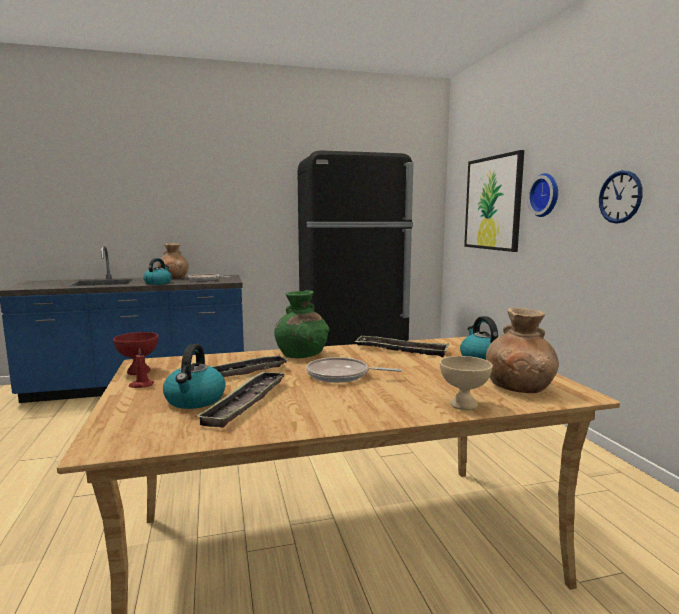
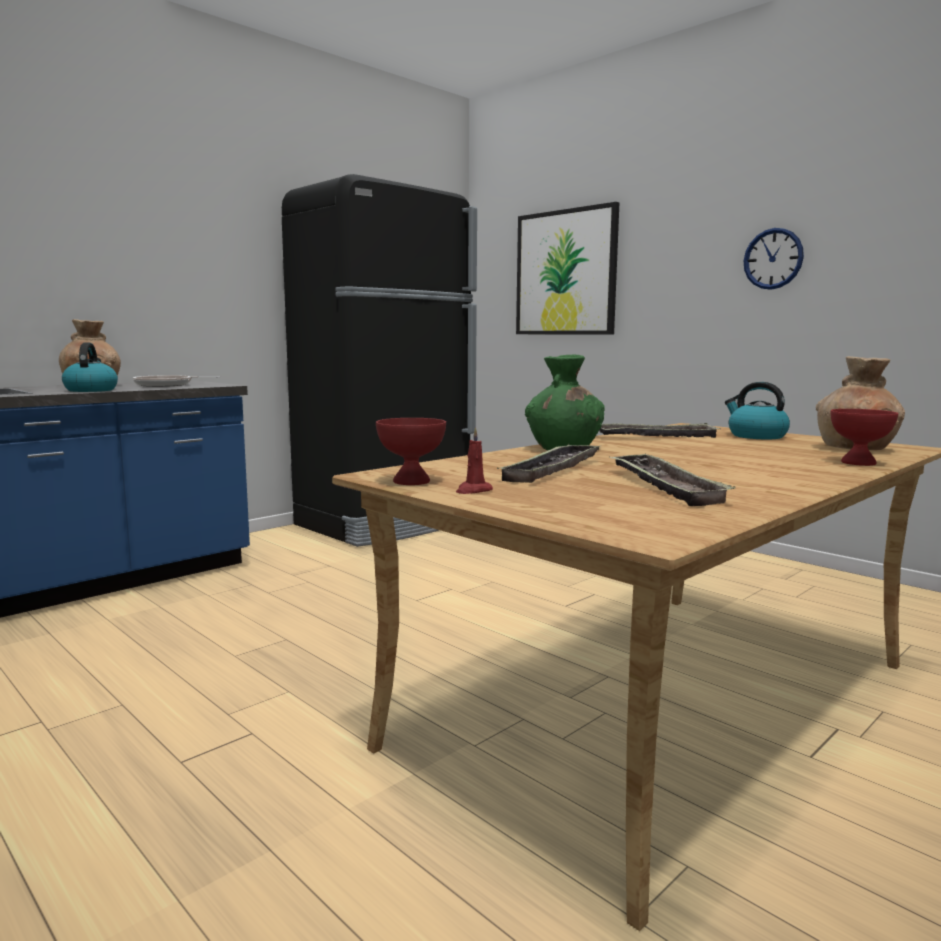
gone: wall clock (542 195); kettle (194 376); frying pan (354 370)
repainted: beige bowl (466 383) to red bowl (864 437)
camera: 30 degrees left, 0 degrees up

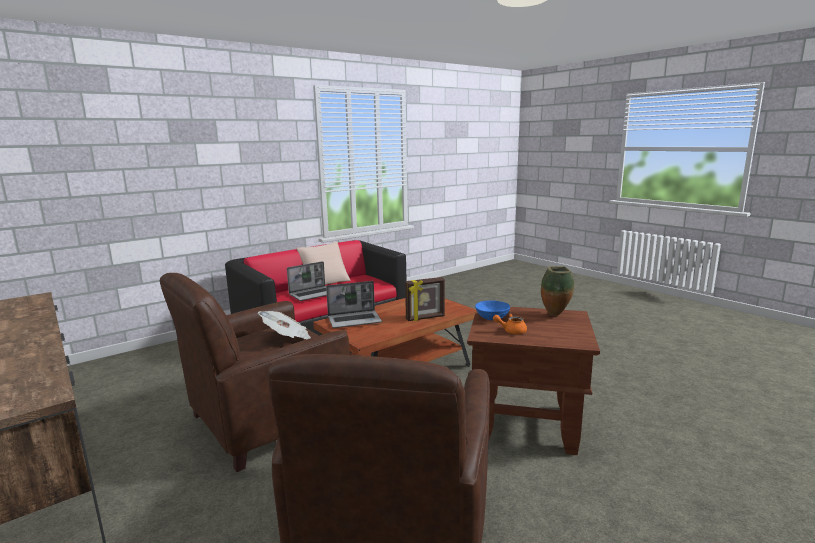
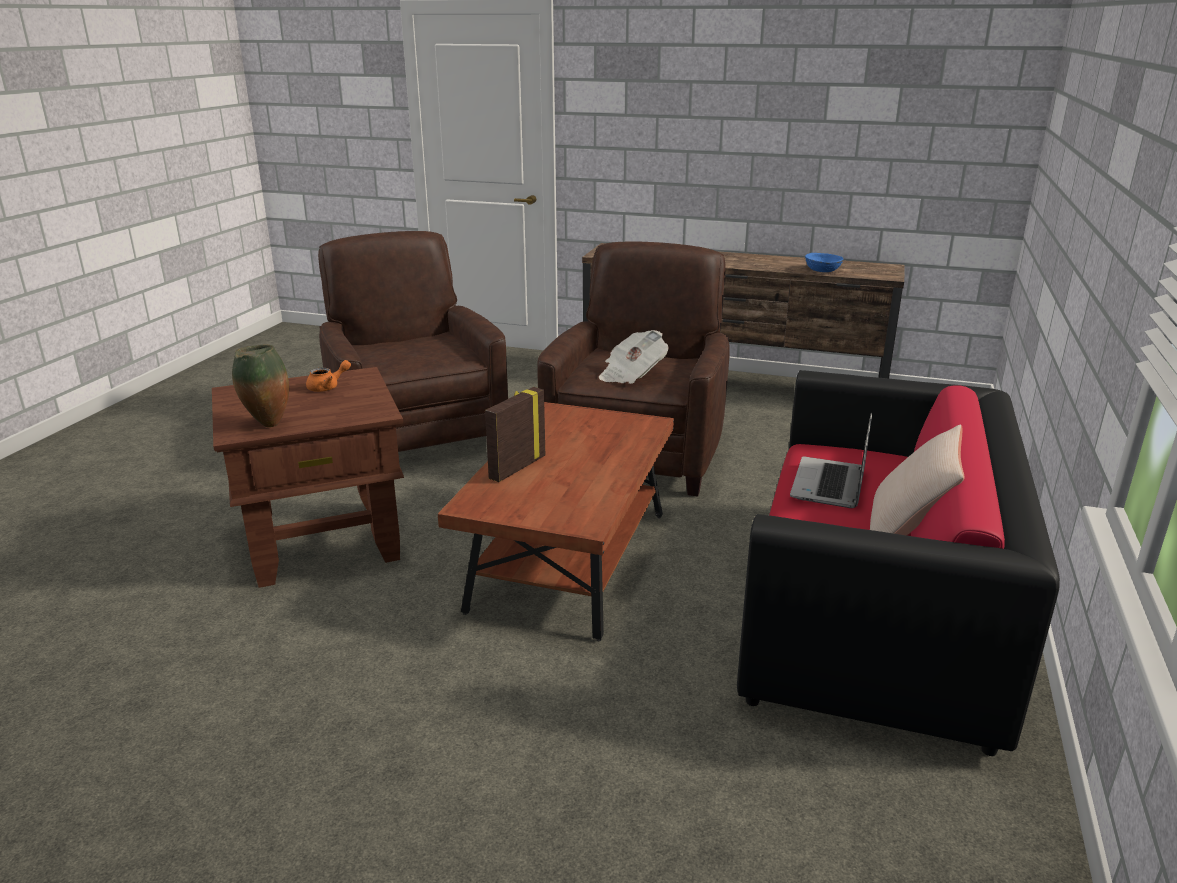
gone: laptop (354 304)
shifted: blue bowl (492 310) to (824 262)
camera: 145 degrees right, 10 degrees up

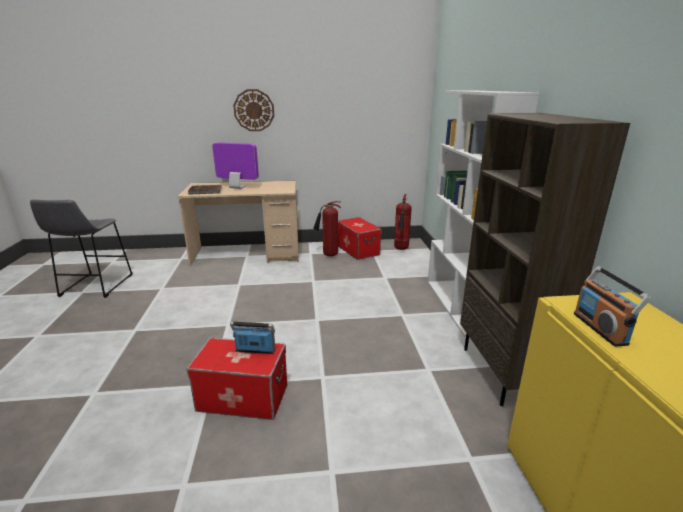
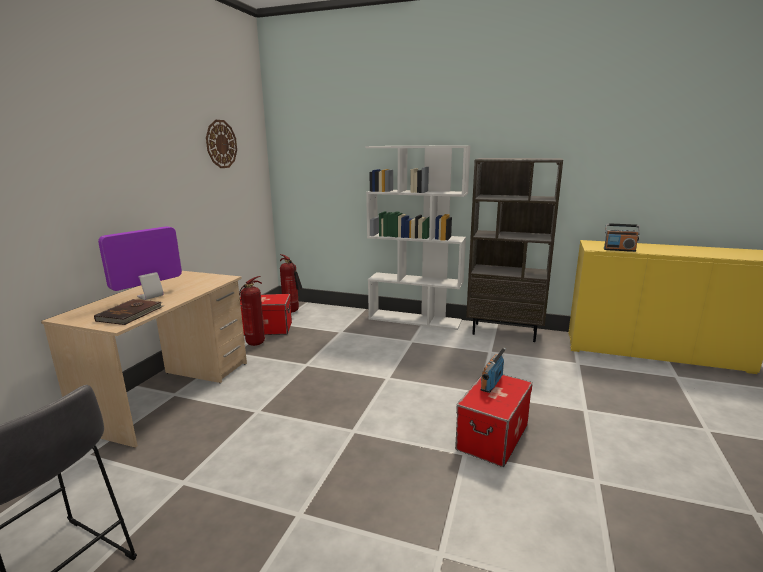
shifted: wall clock (253 110) to (221 144)
camera: 65 degrees left, 5 degrees down

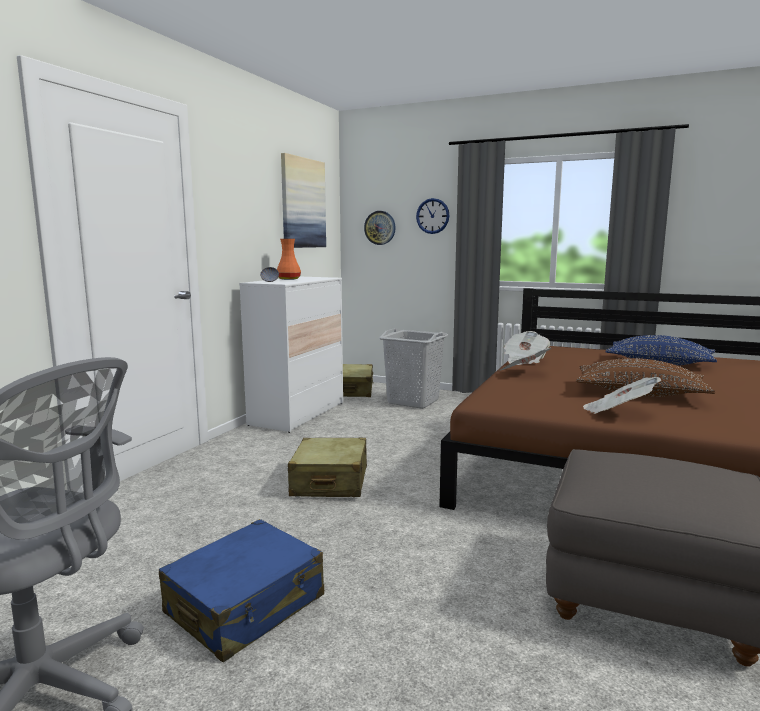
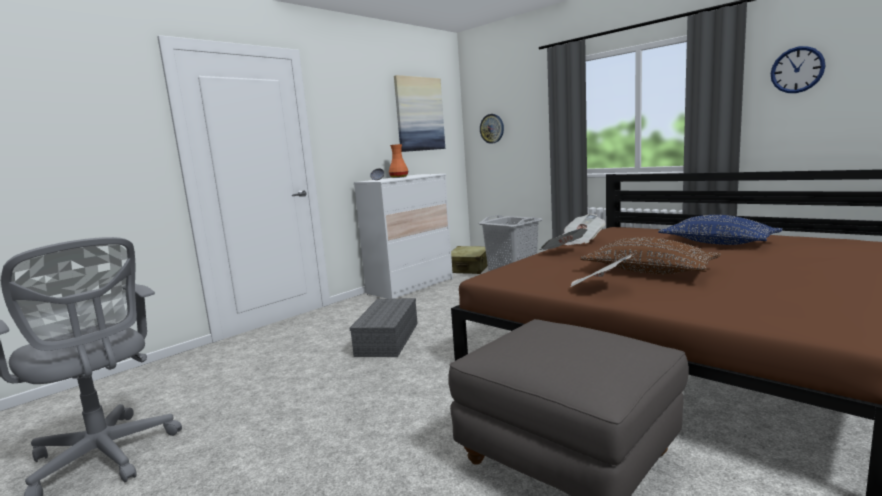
gone: blue suitcase (241 590)
shifted: wall clock (433 216) to (798 69)
swapped: beige suitcase (327 467) to grey storage box (383 327)
camera: 20 degrees right, 0 degrees up

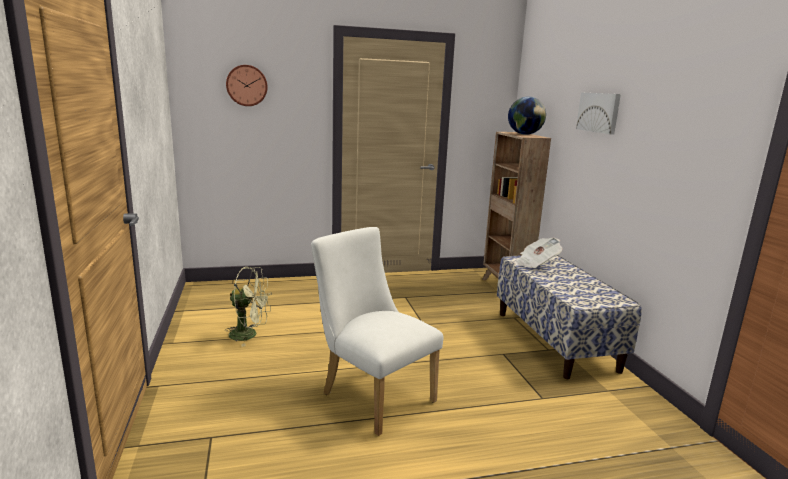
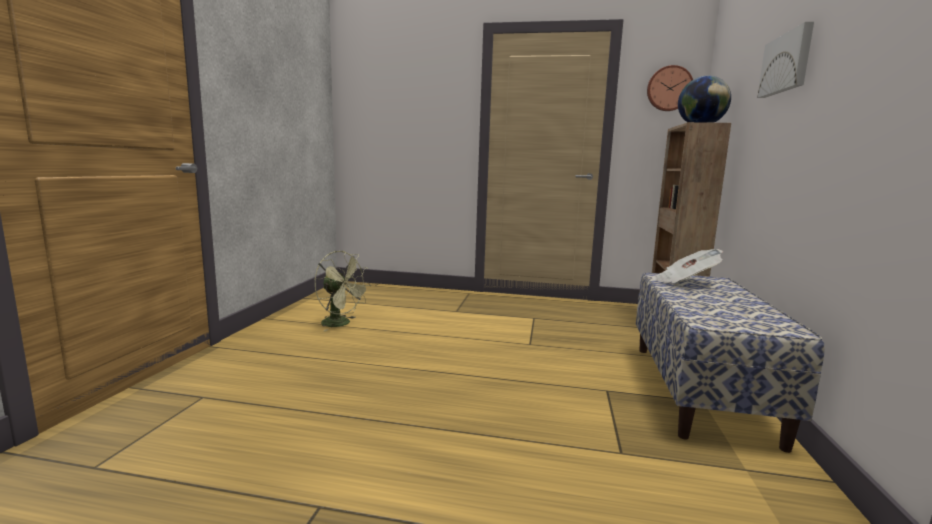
gone: white chair (377 331)
shifted: wall clock (246 85) to (670 88)
camera: 25 degrees right, 5 degrees down

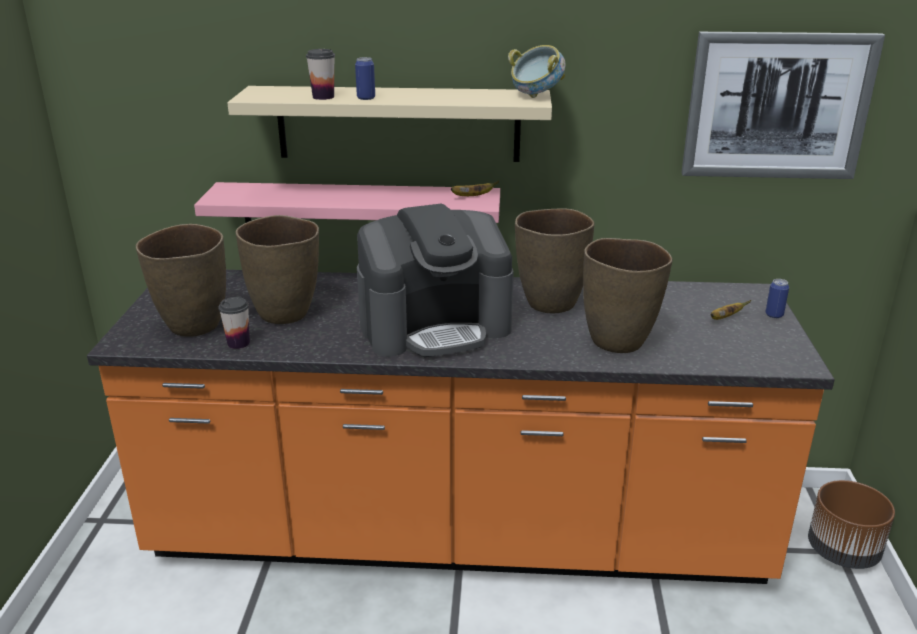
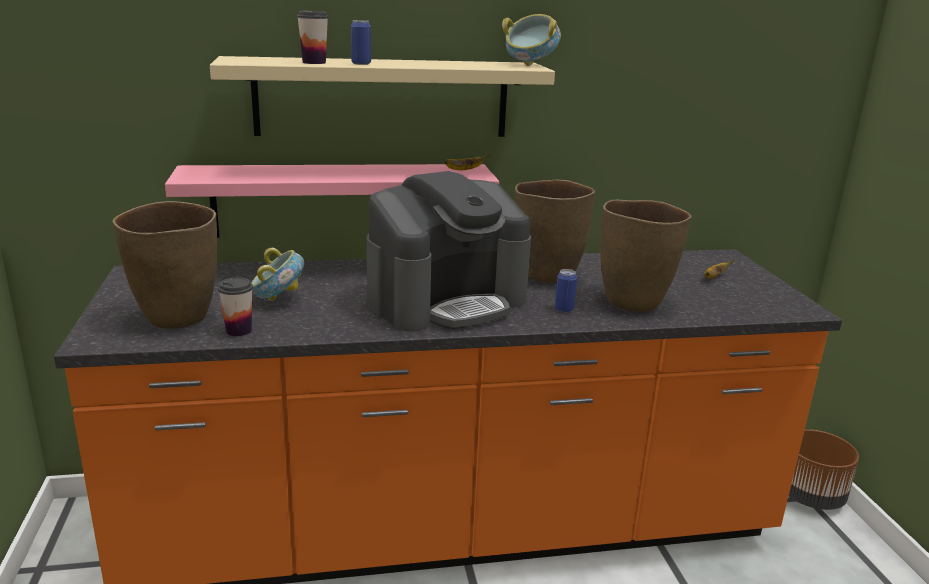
gone: picture (783 105)
shifted: can (777 298) to (566 291)
swapped: brown vase (277 269) to bowl (277 274)
camera: 15 degrees left, 5 degrees down

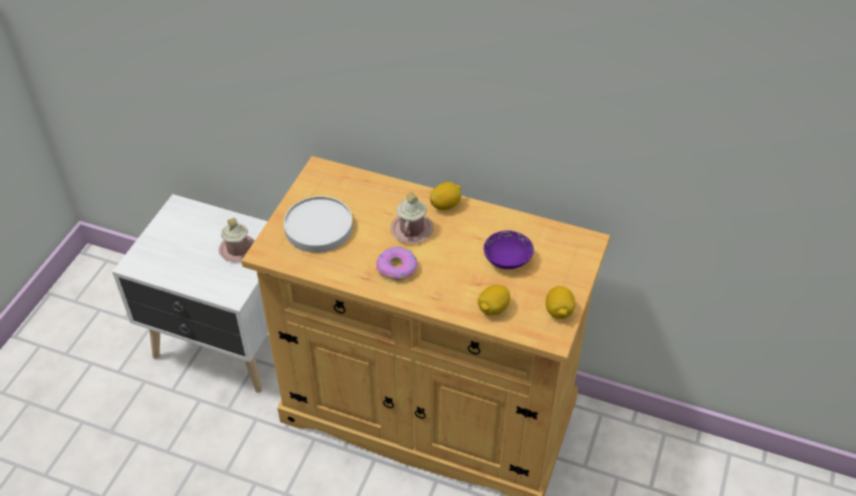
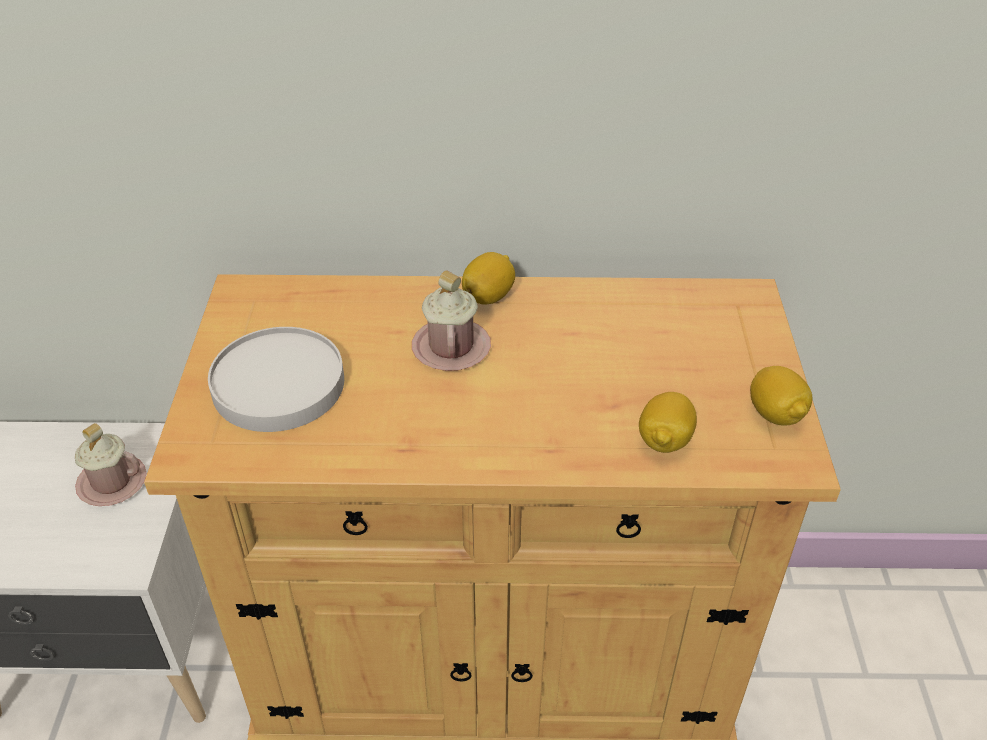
gone: purple bowl (509 249); donut (397 264)
camera: 20 degrees left, 5 degrees down

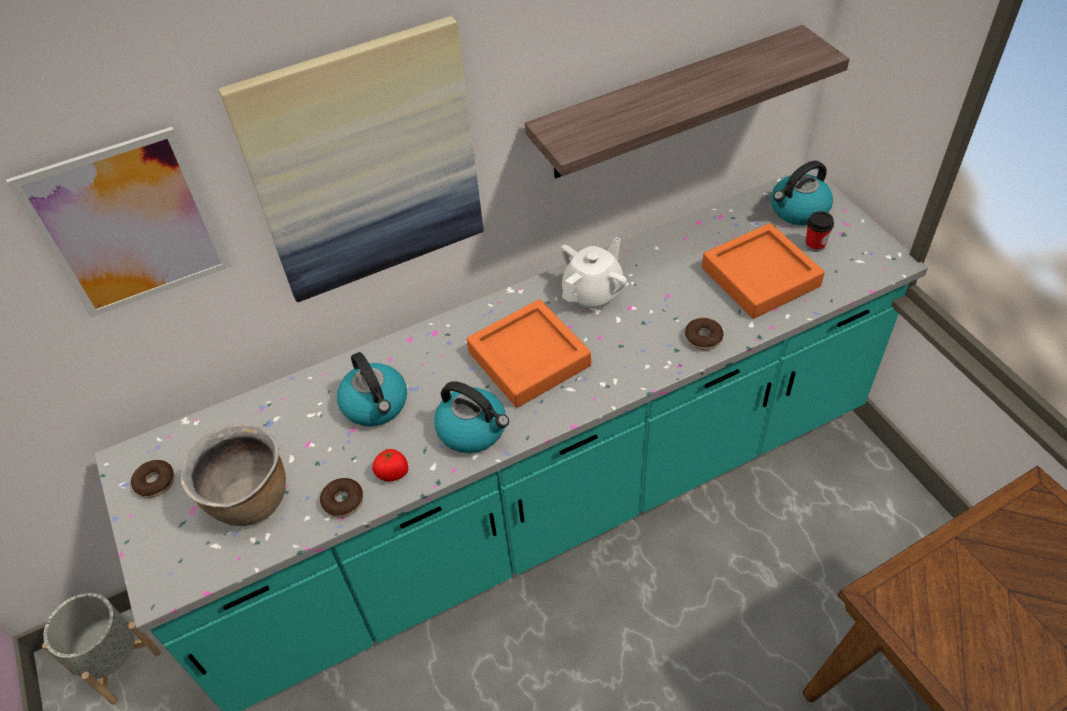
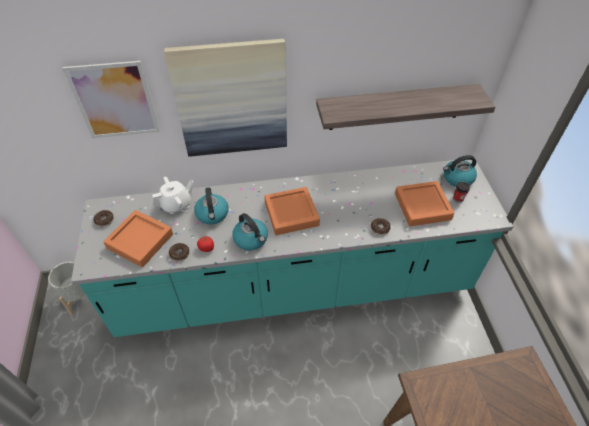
shifted: white teapot (593 274) to (173 195)
swapped: brown cooking pot (233 475) to orange tray (138 238)
camera: 15 degrees right, 0 degrees up

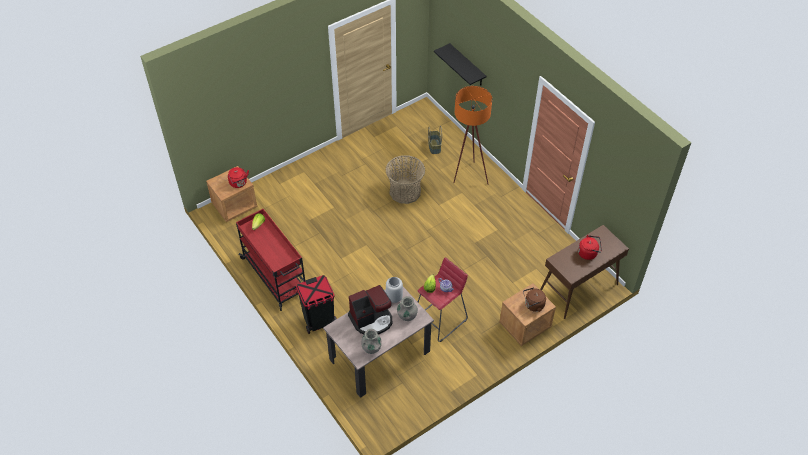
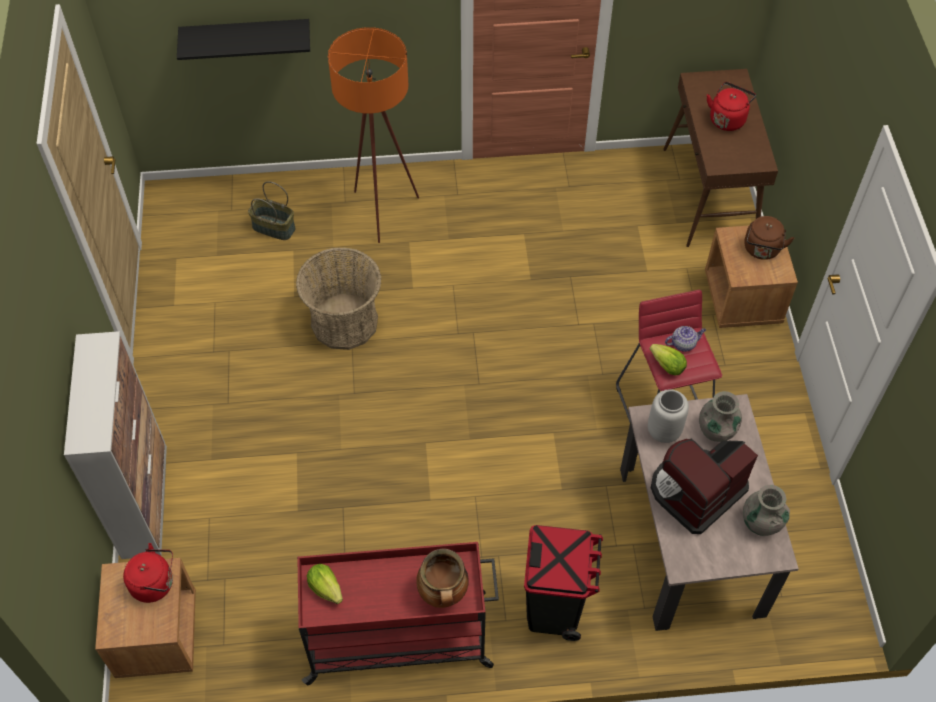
new: cabinet (115 445); cooking pot (442 578)
rotated: coffee machine (370 310) = (704 486) 135 degrees counterclockwise
camera: 60 degrees left, 5 degrees up

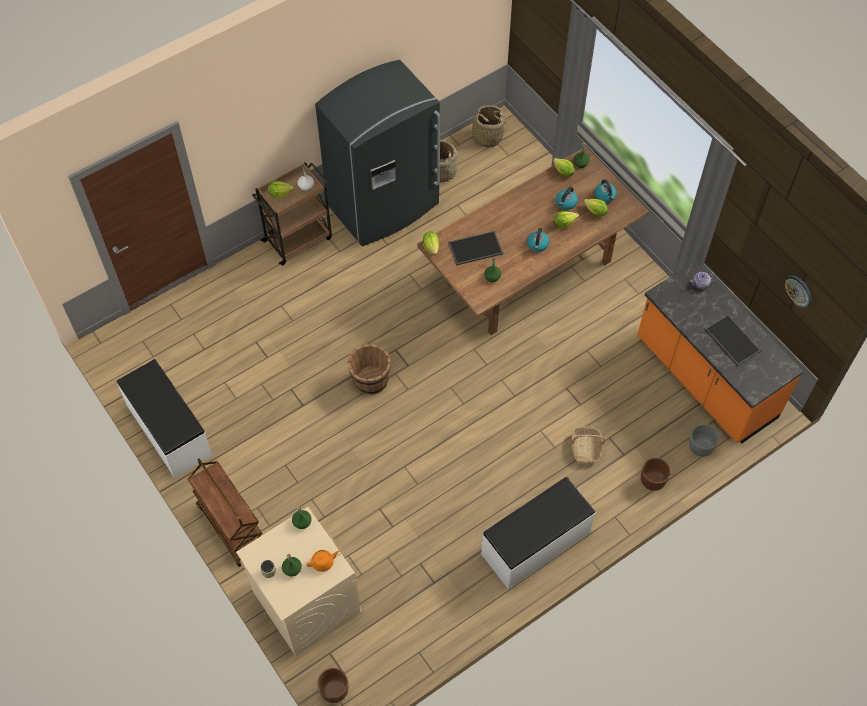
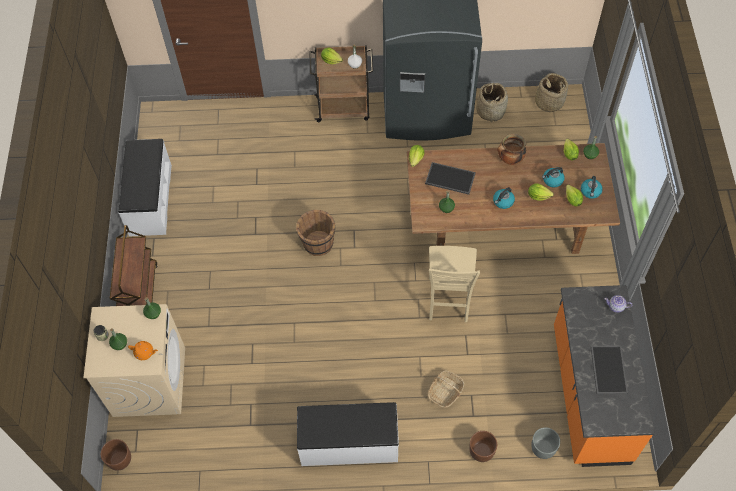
gone: wall clock (797 291)
new: cooking pot (511 149); beige chair (454 284)
camera: 35 degrees right, 0 degrees up

